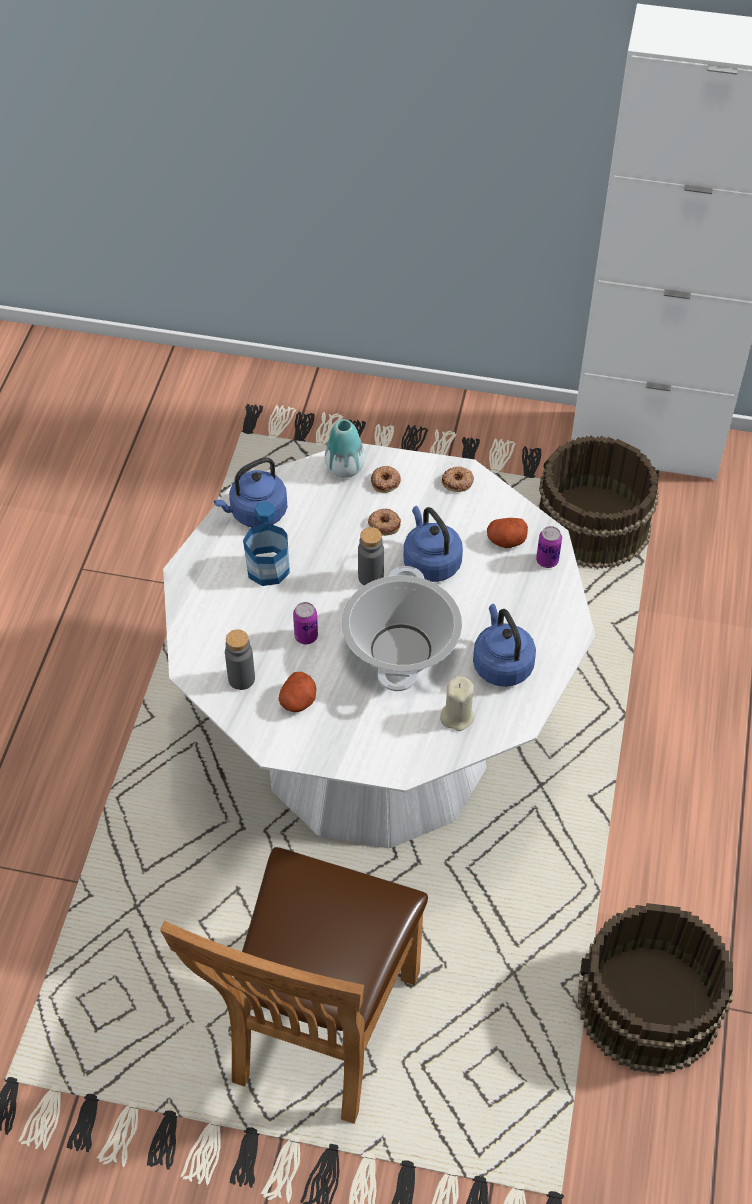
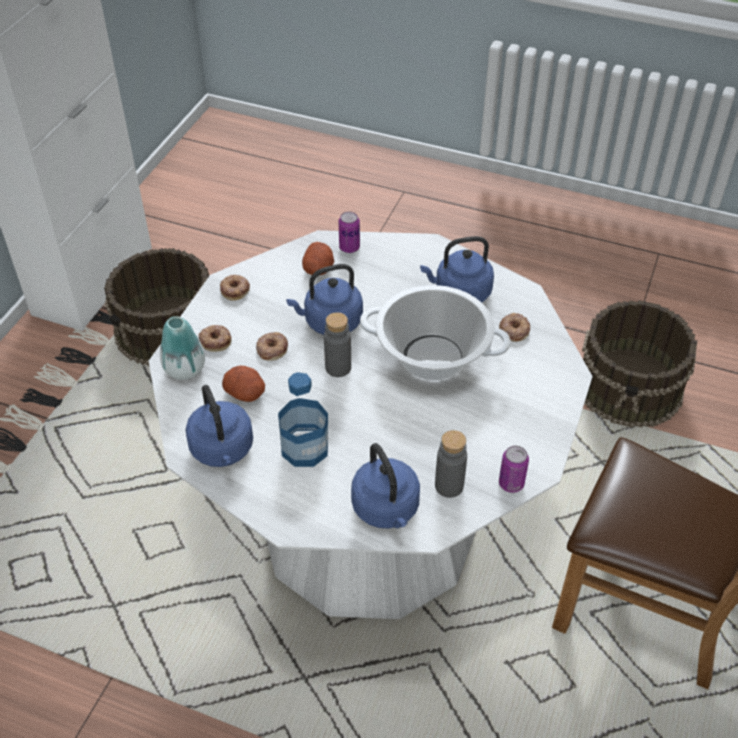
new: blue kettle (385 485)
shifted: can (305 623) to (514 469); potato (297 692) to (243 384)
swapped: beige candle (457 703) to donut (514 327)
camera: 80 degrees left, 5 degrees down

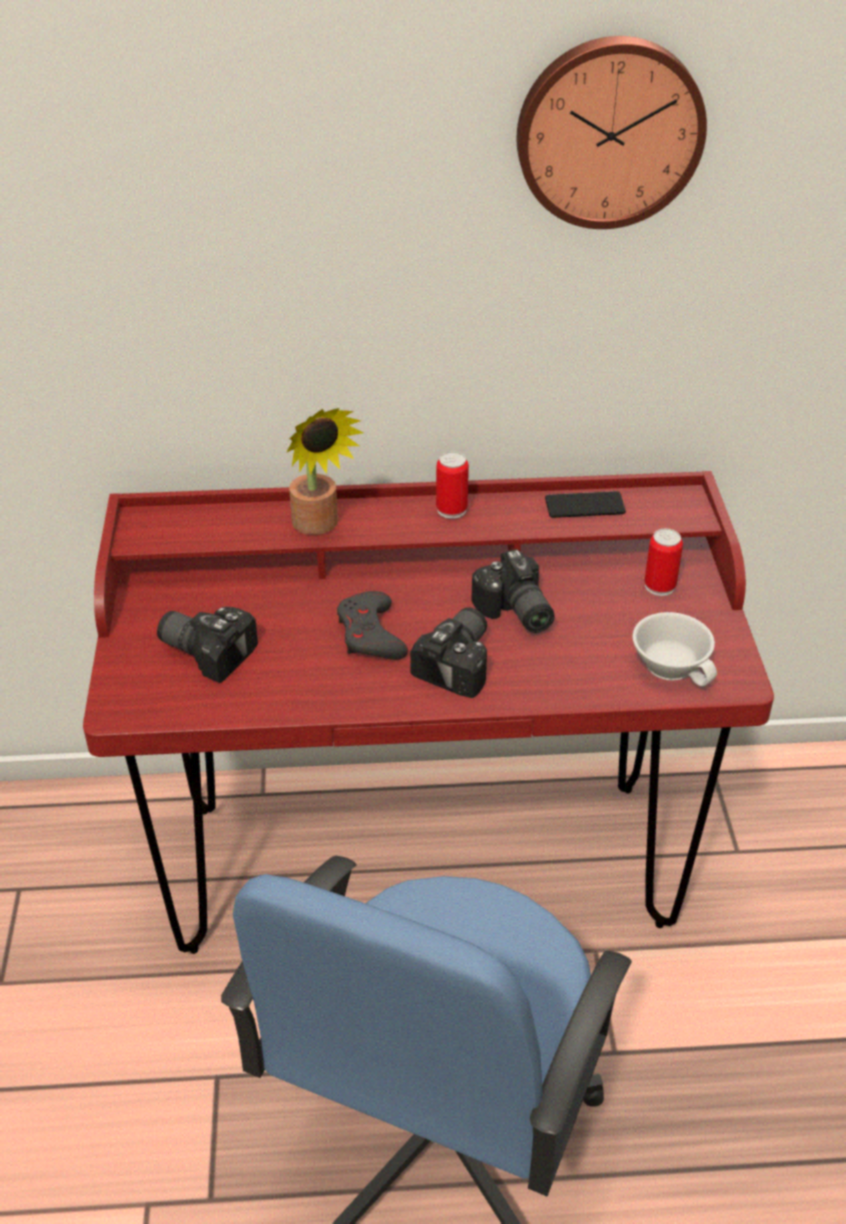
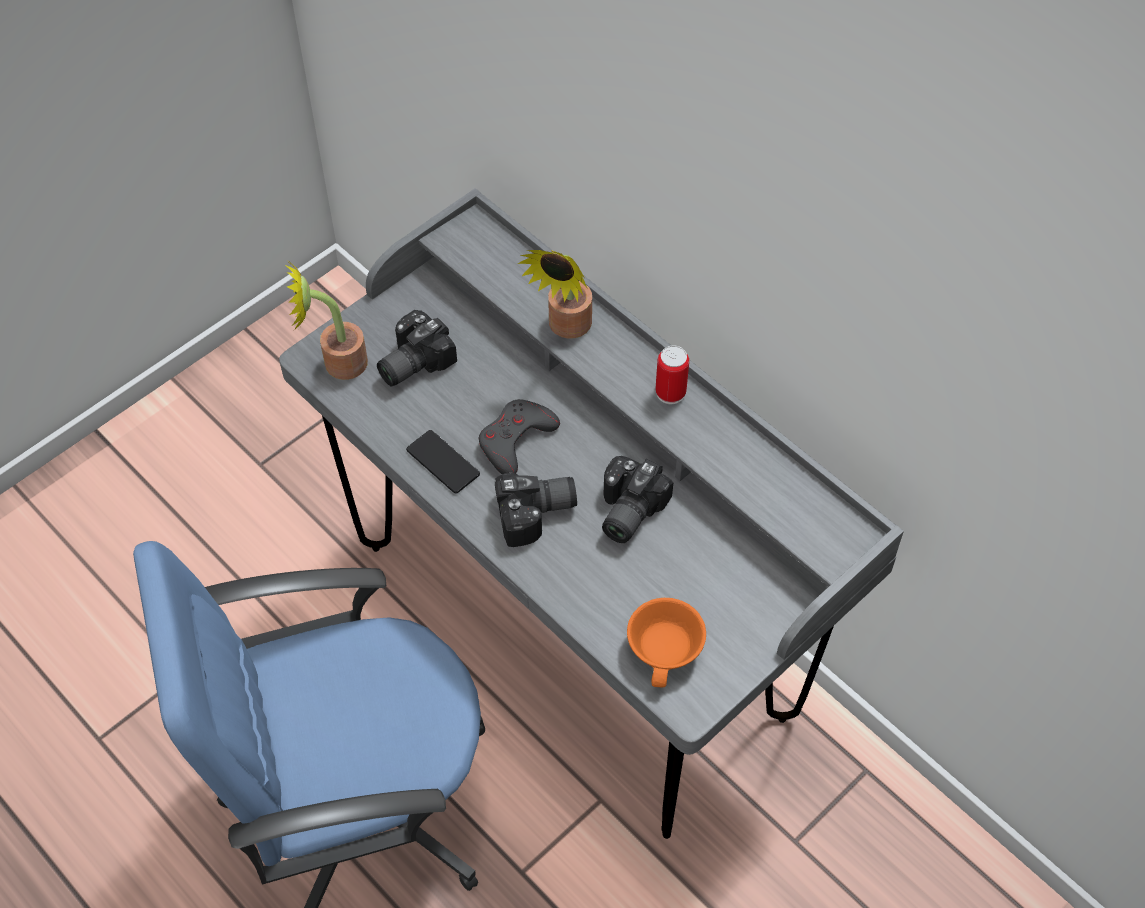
gone: wall clock (612 132); can (663 562)
new: potted plant (326 319)
shifted: phone (585 504) to (443 461)
repainted: red desk (428 712) to grey desk (591 513); white cup (675 649) to orange cup (666 642)
rotated: photo camera (207 645) = (417 348) 120 degrees counterclockwise
camera: 50 degrees right, 15 degrees up

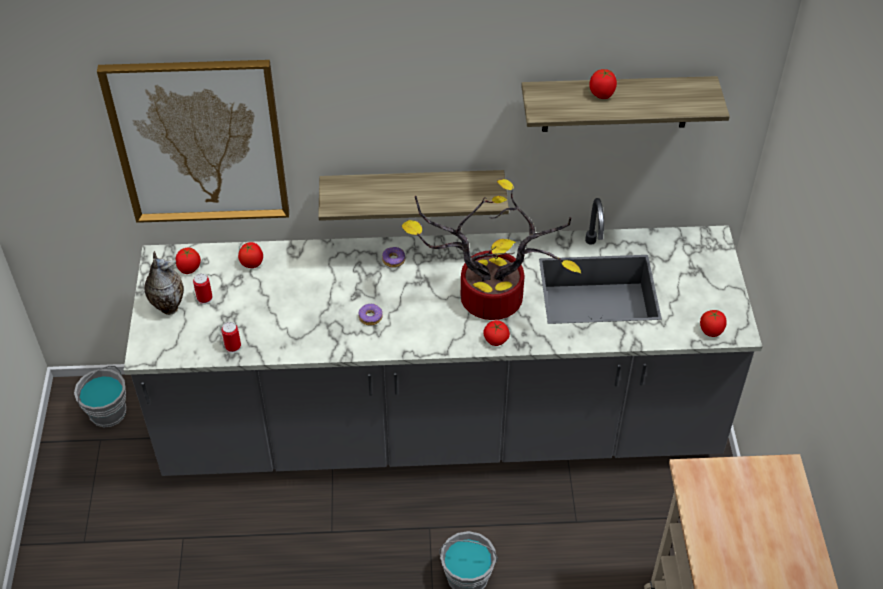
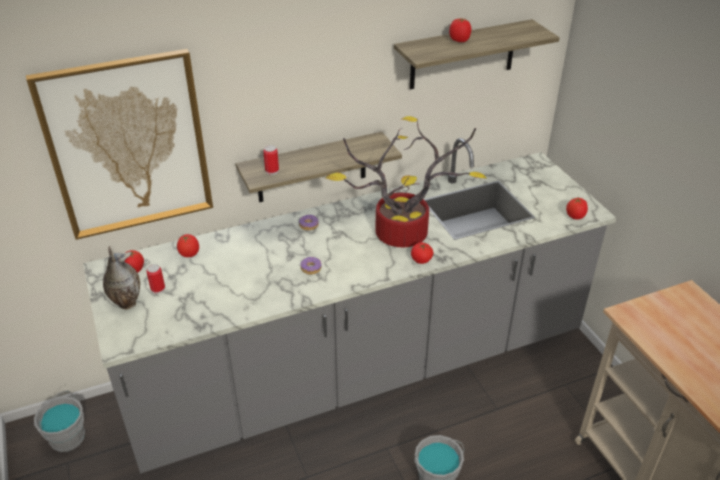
shifted: can (231 337) to (271 160)
camera: 20 degrees left, 10 degrees down

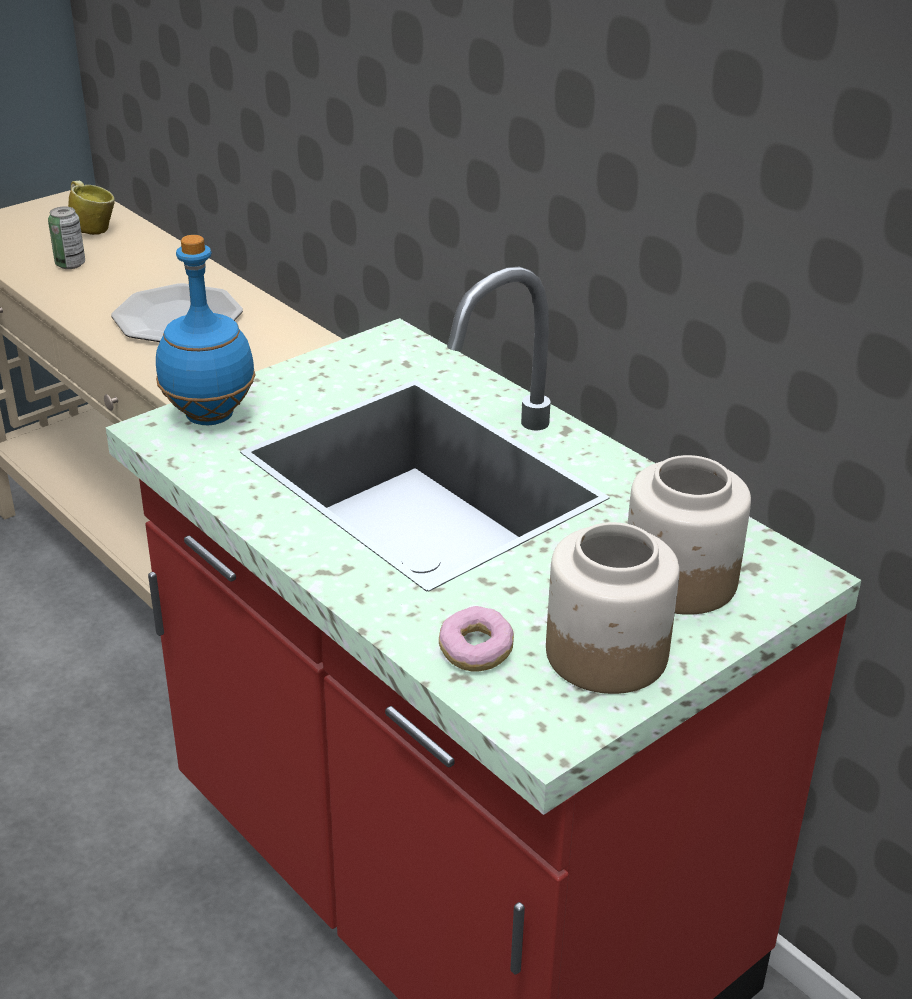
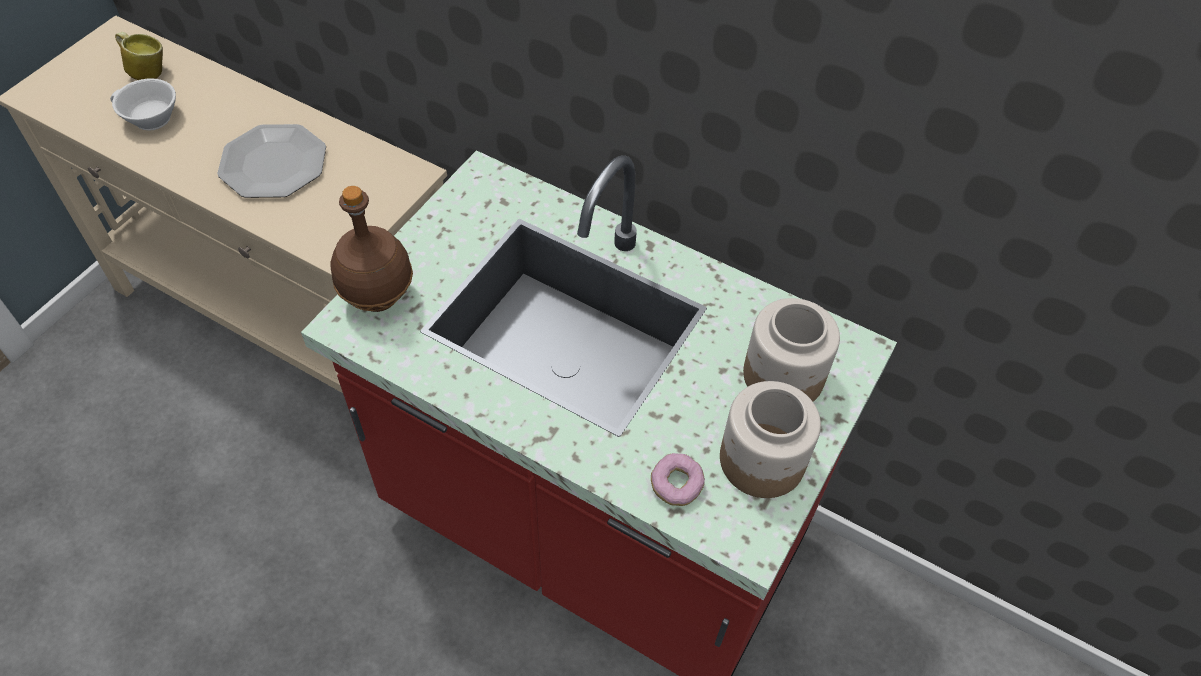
swapped: can (66 238) to white cup (143 104)
repainted: blue bottle (206 330) to brown bottle (371 249)
camera: 20 degrees left, 20 degrees up

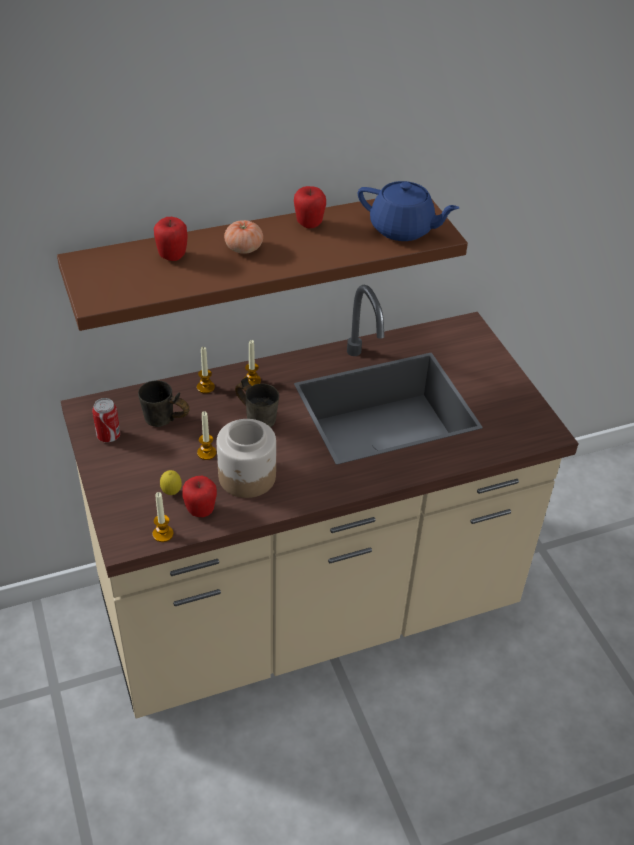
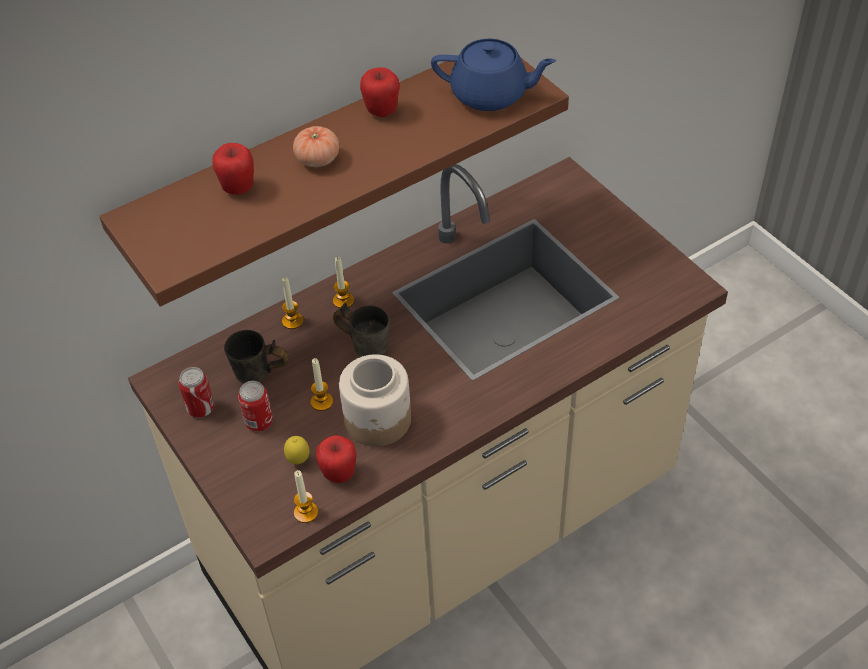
new: can (255 406)
camera: 10 degrees left, 5 degrees up

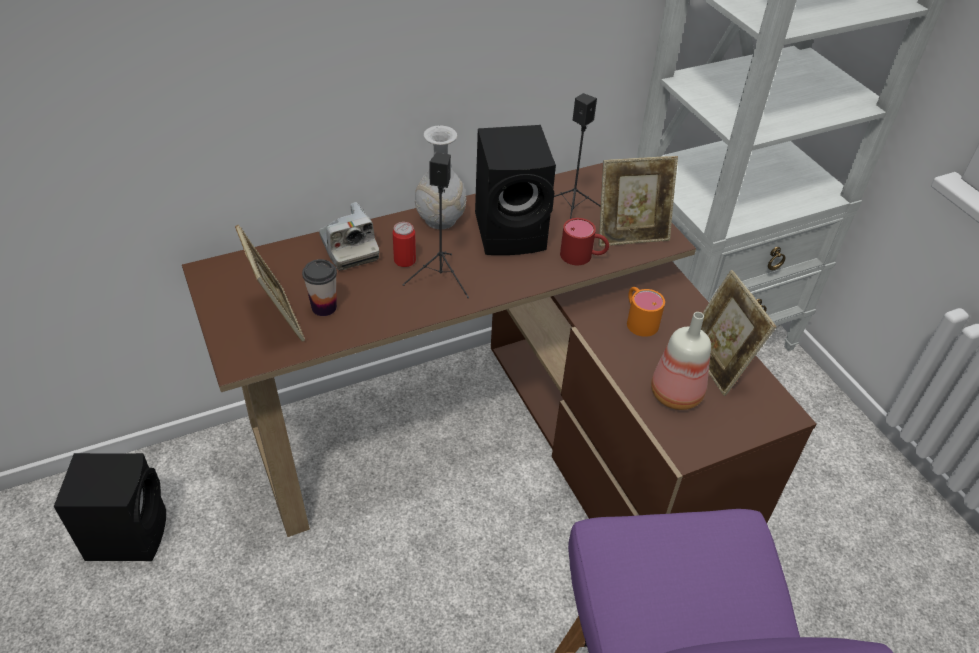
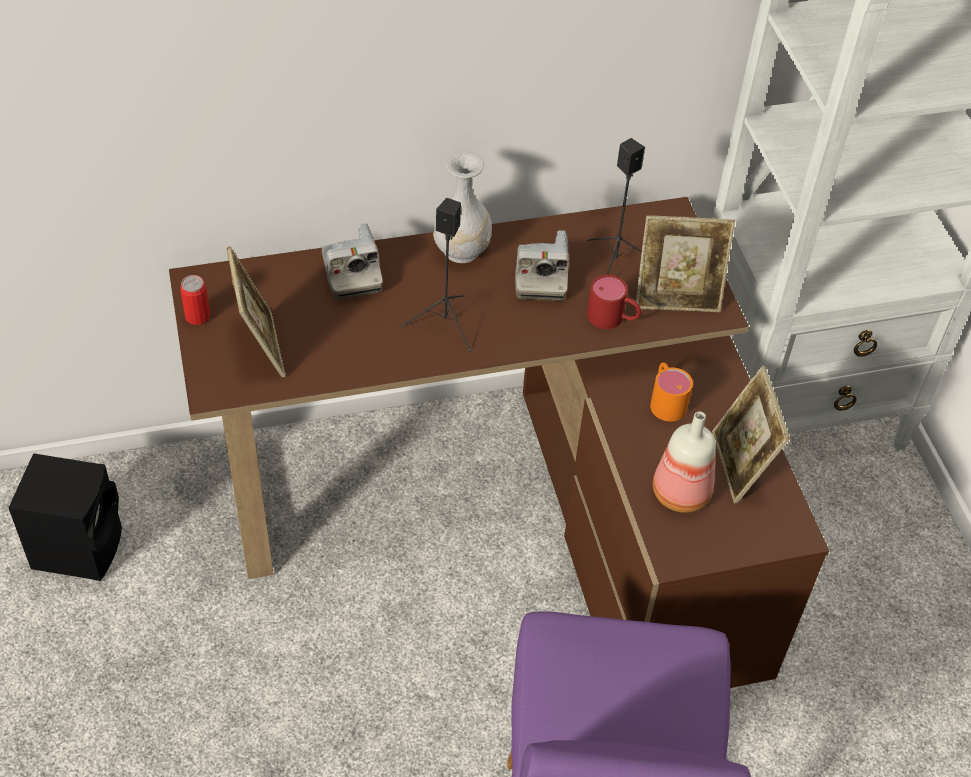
gone: cup (319 287)
shifted: can (404 244) to (195 300)
swapped: black speaker (515 190) to photo camera (542 266)
camera: 10 degrees right, 5 degrees up

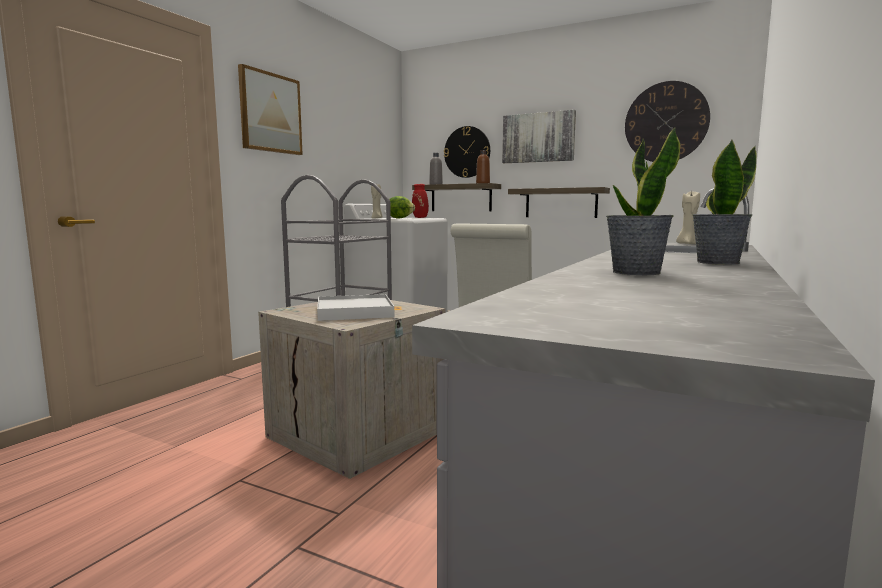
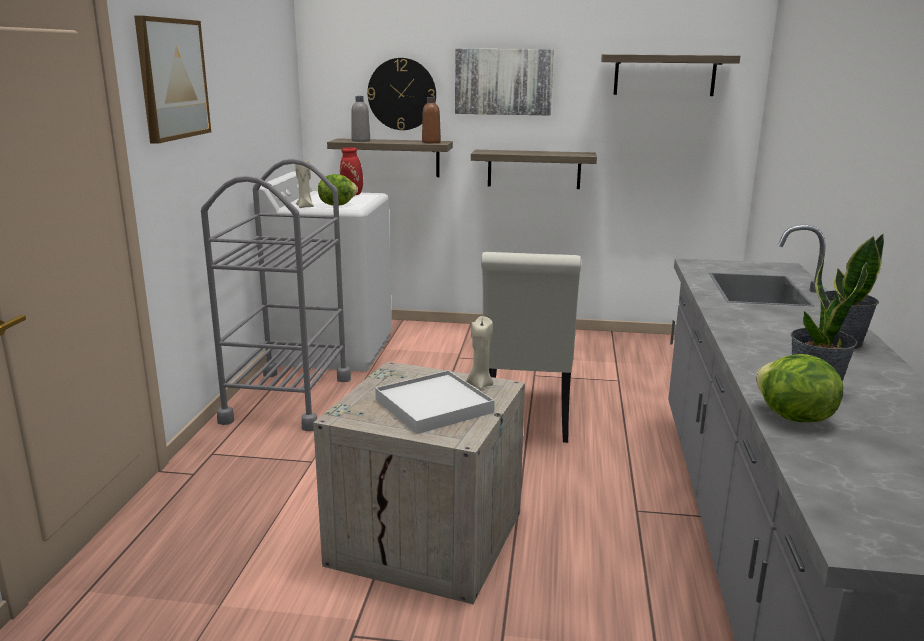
new: lettuce (800 388)
shifted: beige candle (688 218) to (479 352)
swapped: wall clock (667 121) to shelf (670 75)
camera: 20 degrees left, 10 degrees up

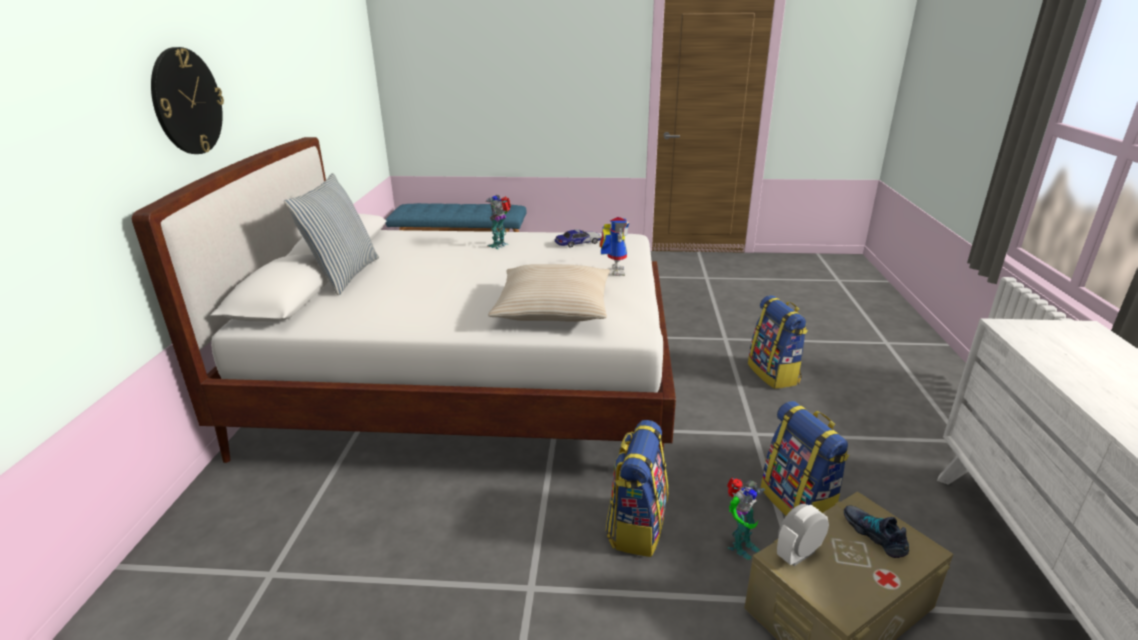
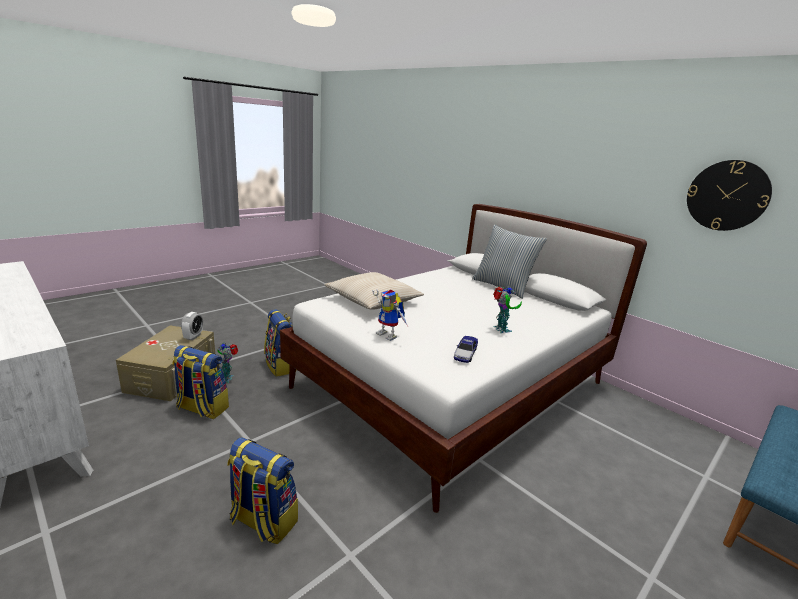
gone: shoe (876 531)
shifted: wall clock (187 100) to (729 195)
camera: 130 degrees right, 5 degrees down

